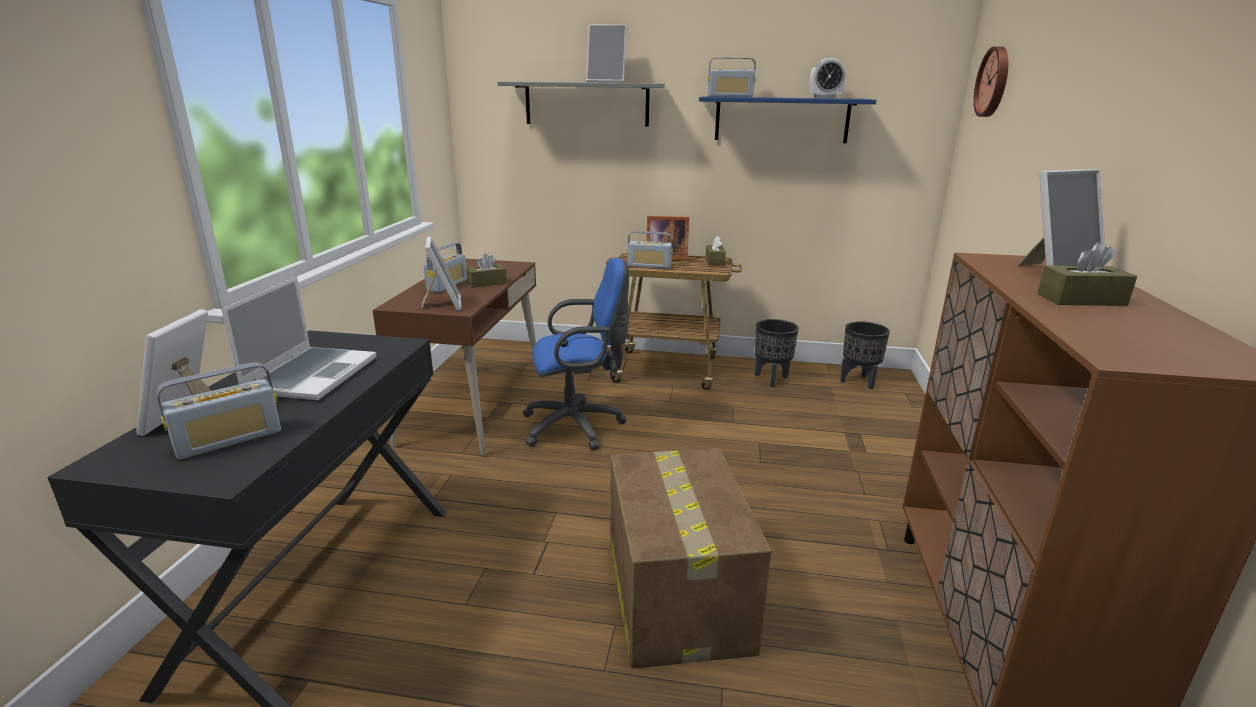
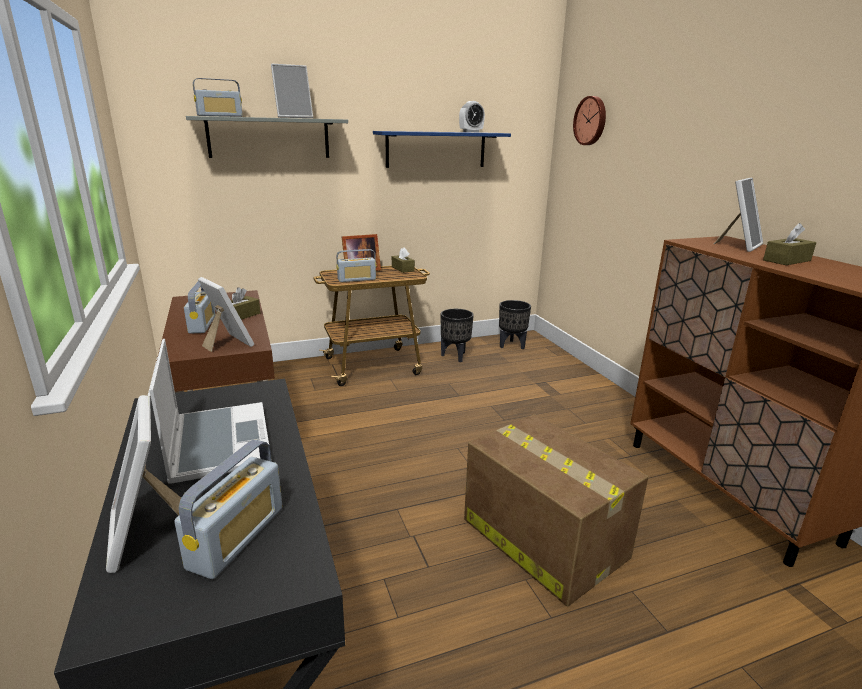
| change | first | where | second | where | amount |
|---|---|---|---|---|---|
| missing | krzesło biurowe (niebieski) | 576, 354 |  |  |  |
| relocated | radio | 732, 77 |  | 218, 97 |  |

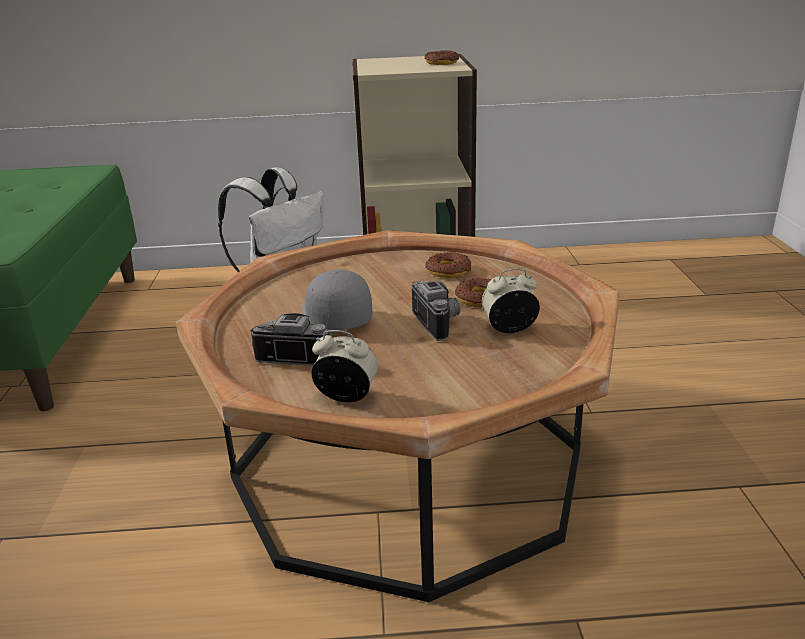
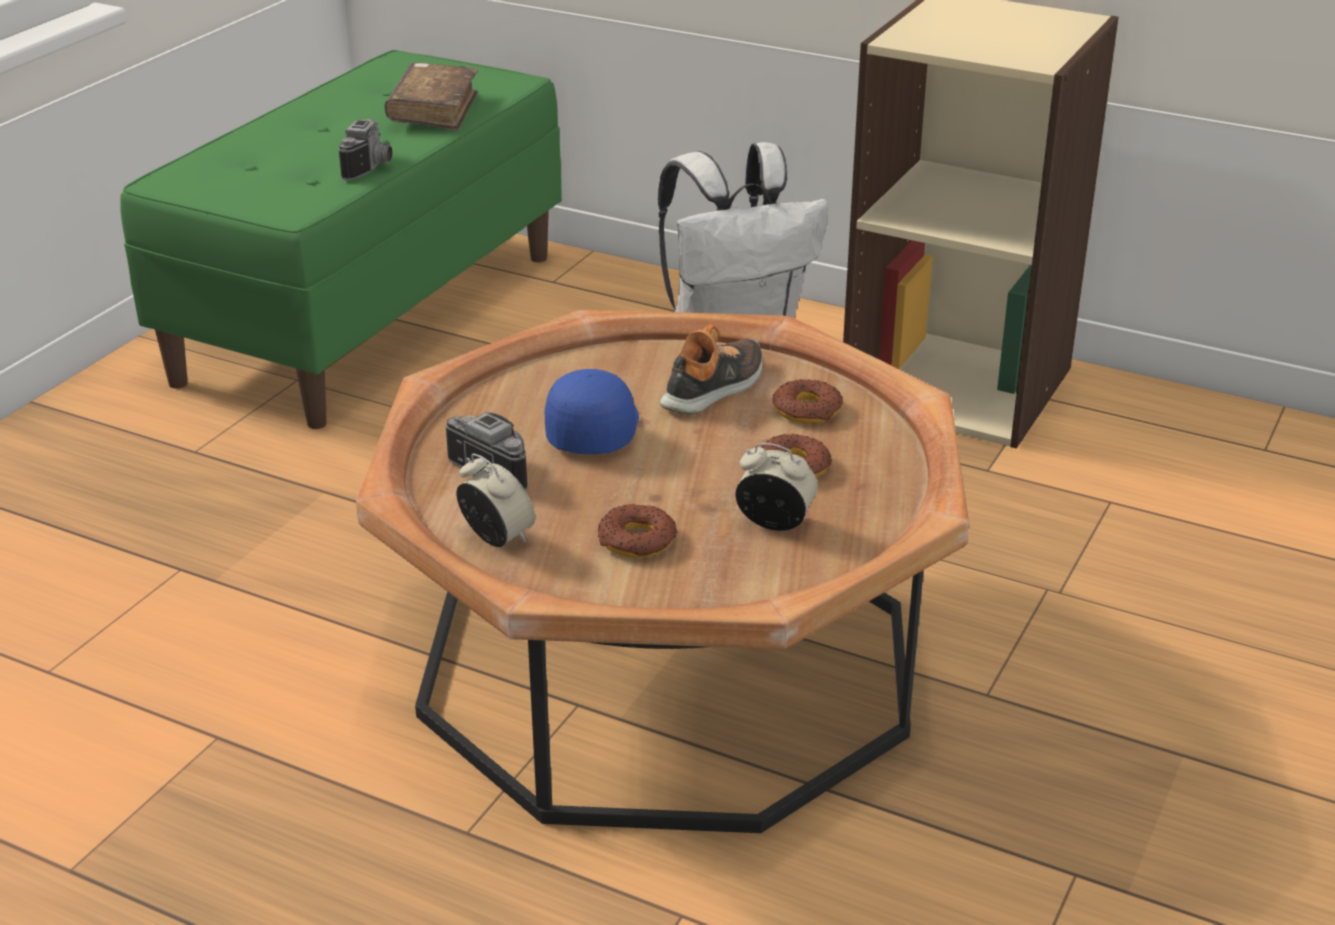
| change | first | where | second | where | amount |
|---|---|---|---|---|---|
| colour | czapka z daszkiem (szary) | 337, 300 | czapka z daszkiem (niebieski) | 592, 411 |  |
| relocated | aparat fotograficzny | 435, 310 |  | 365, 149 |  |
| relocated | donut | 441, 57 |  | 637, 531 |  |
| appeared |  |  | książka (brązowy) | 431, 96 |  |
| appeared |  |  | but | 711, 369 |  |

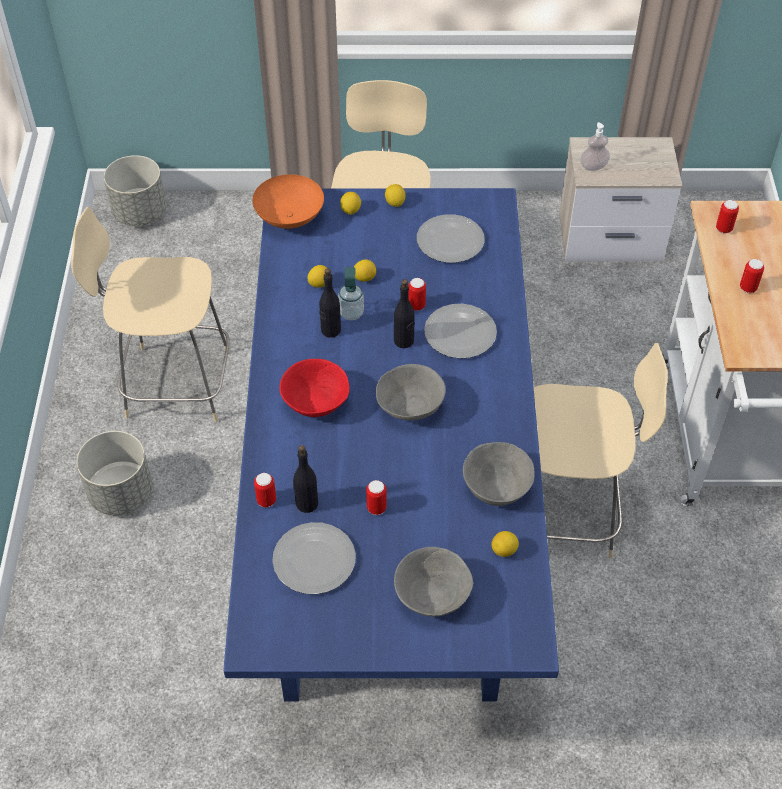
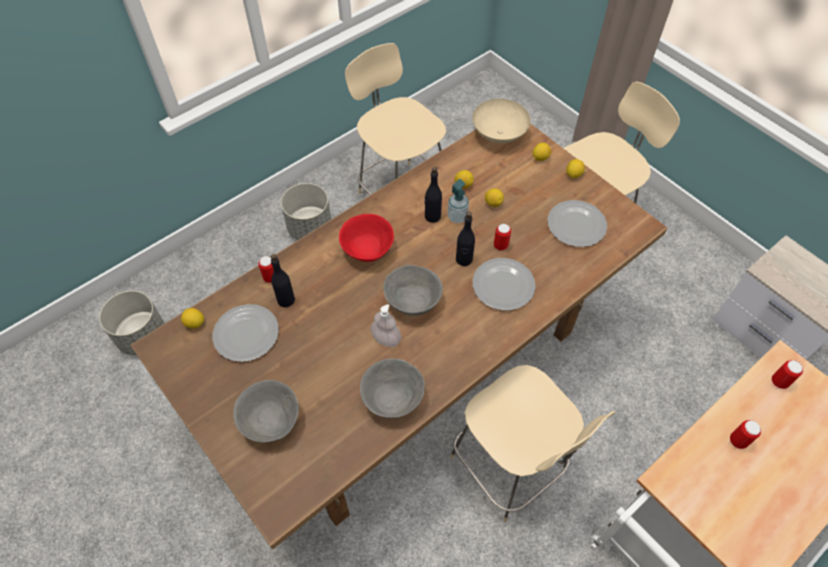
| change | first | where | second | where | amount |
|---|---|---|---|---|---|
| relocated | donica (szary) | 135, 190 |  | 131, 323 |  |
| colour | stół jadalny (niebieski) | 391, 445 | stół jadalny (brązowy) | 399, 336 |  |
| colour | miska (pomarańczowy) | 288, 201 | miska (beżowy) | 501, 121 |  |
| missing | puszka | 376, 497 |  |  |  |
| relocated | cytryna | 505, 544 |  | 192, 318 |  |
| relocated | dozownik mydła | 595, 146 |  | 386, 325 |  |

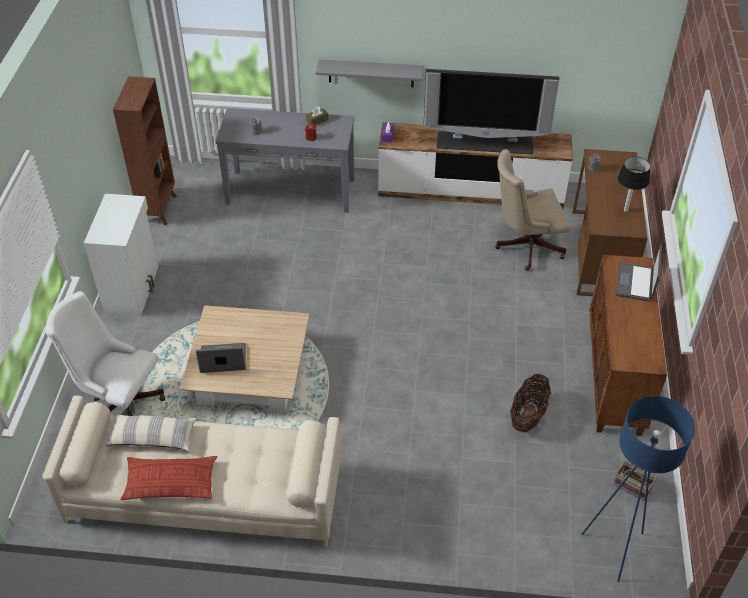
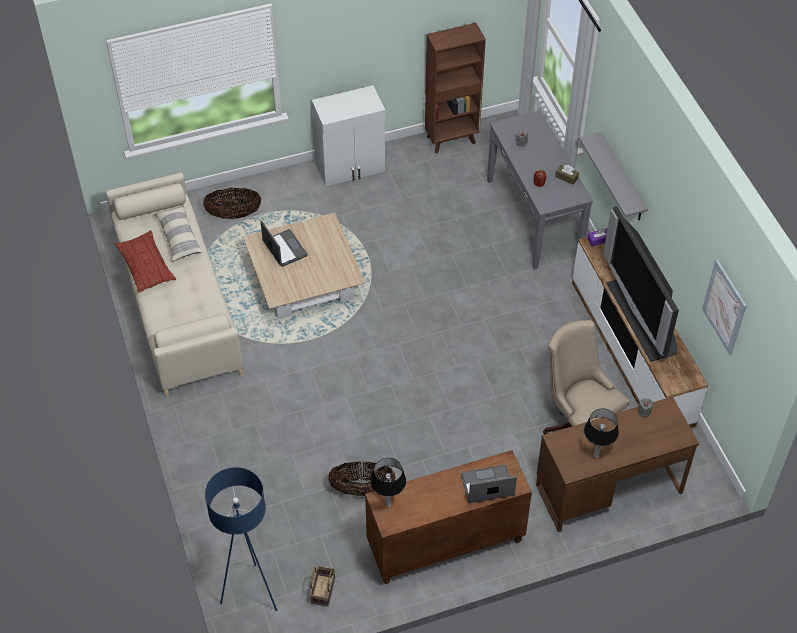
| change | first | where | second | where | amount |
|---|---|---|---|---|---|
| exchanged | krzesło biurowe (biały) | 105, 353 | koszyk | 232, 203 |  |
| appeared |  |  | lampa stołowa | 388, 482 |  |
| appeared |  |  | obraz | 724, 307 |  |

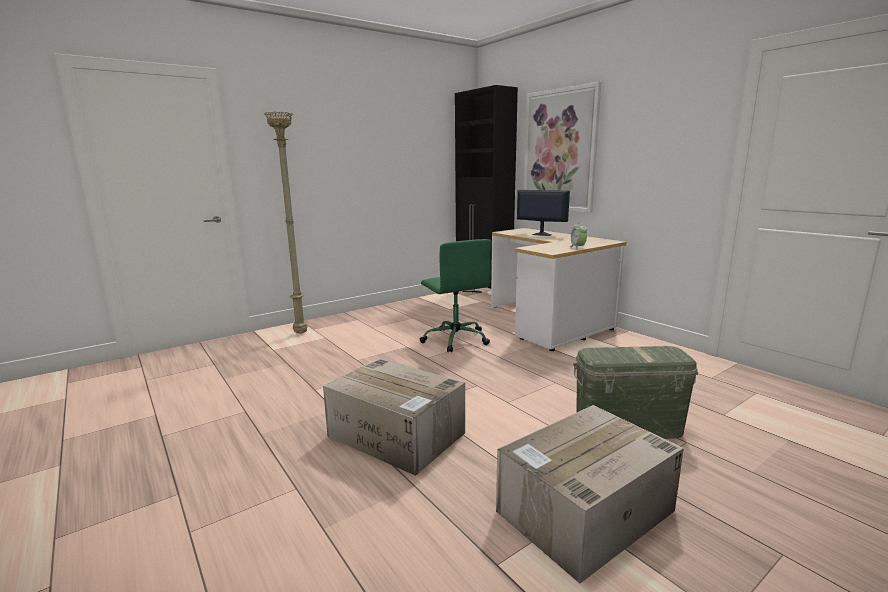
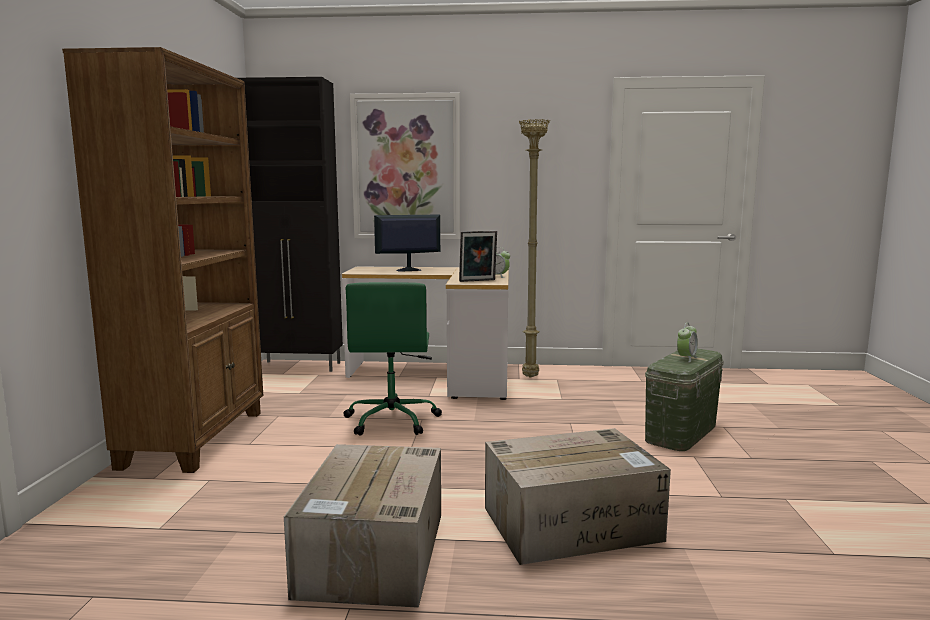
| change | first | where | second | where | amount |
|---|---|---|---|---|---|
| relocated | lampa stojąca (beżowy) | 286, 222 |  | 534, 248 |  |
| spun | krzesło biurowe (zielony) | 455, 295 |  | 393, 358 | 75 degrees clockwise |
| relocated | karton | 590, 494 |  | 362, 526 |  |
| appeared |  |  | regał (brązowy) | 162, 260 |  |
| appeared |  |  | ramka na zdjęcie | 478, 256 |  |
| appeared |  |  | budzik | 687, 342 |  |

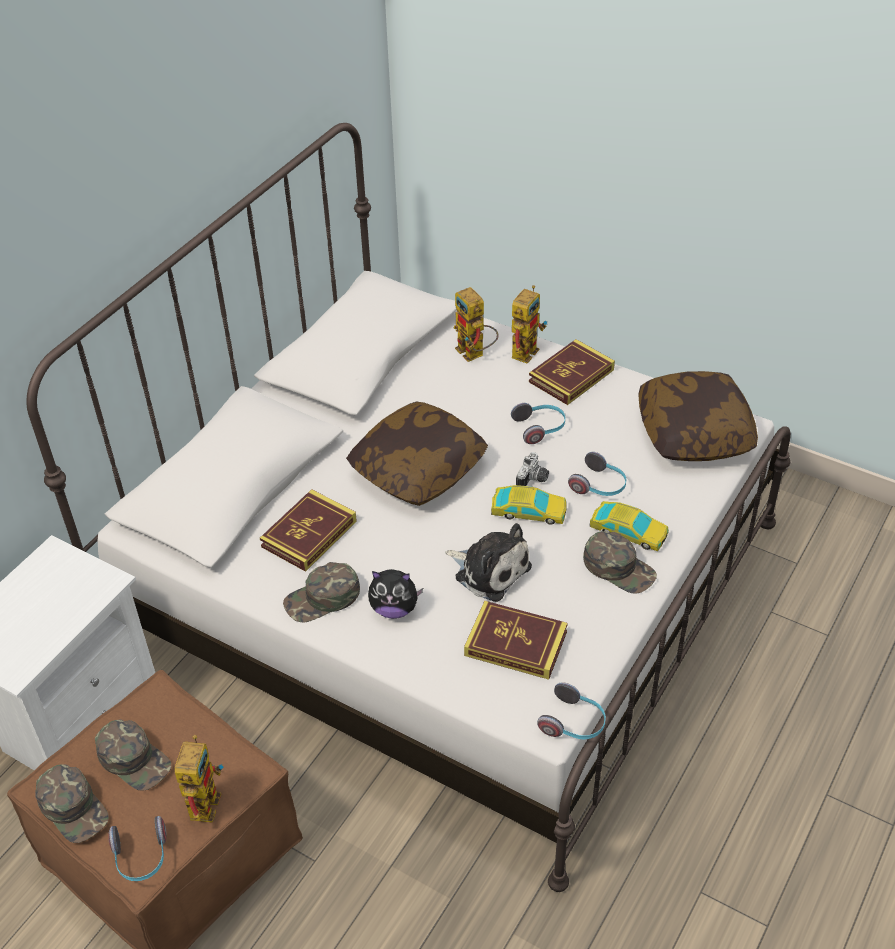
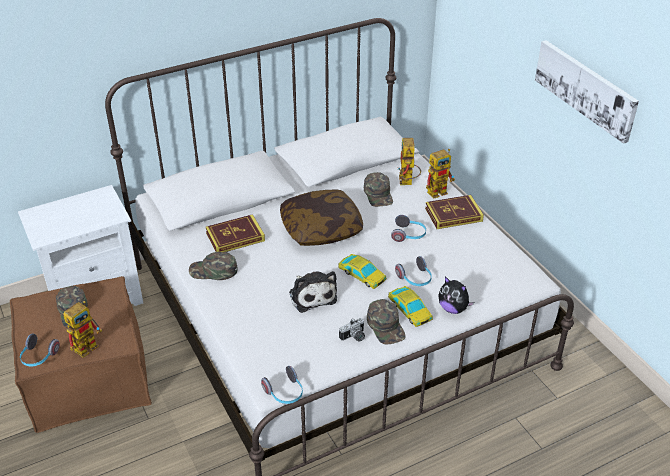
| change | first | where | second | where | amount |
|---|---|---|---|---|---|
| relocated | czapka z daszkiem (zielony) | 72, 804 |  | 378, 189 |  |
| relocated | pluszak | 395, 594 |  | 456, 295 |  |
| missing | książka | 516, 640 |  |  |  |
| relocated | aparat fotograficzny | 532, 469 |  | 352, 330 |  |
| missing | poduszka | 698, 416 |  |  |  |
| appeared |  |  | obraz | 587, 92 |  |

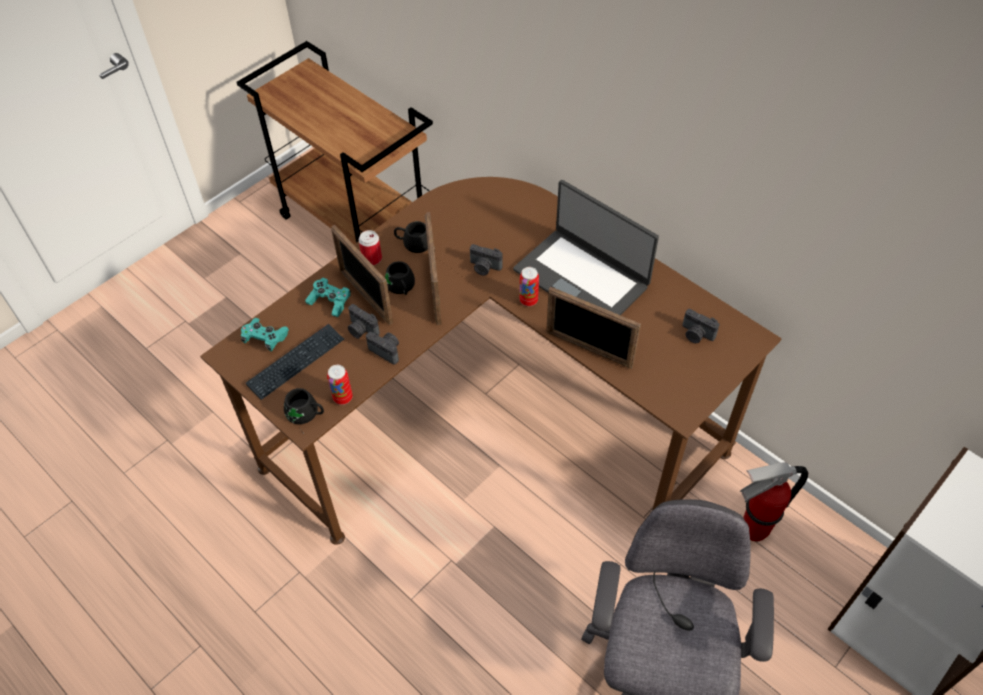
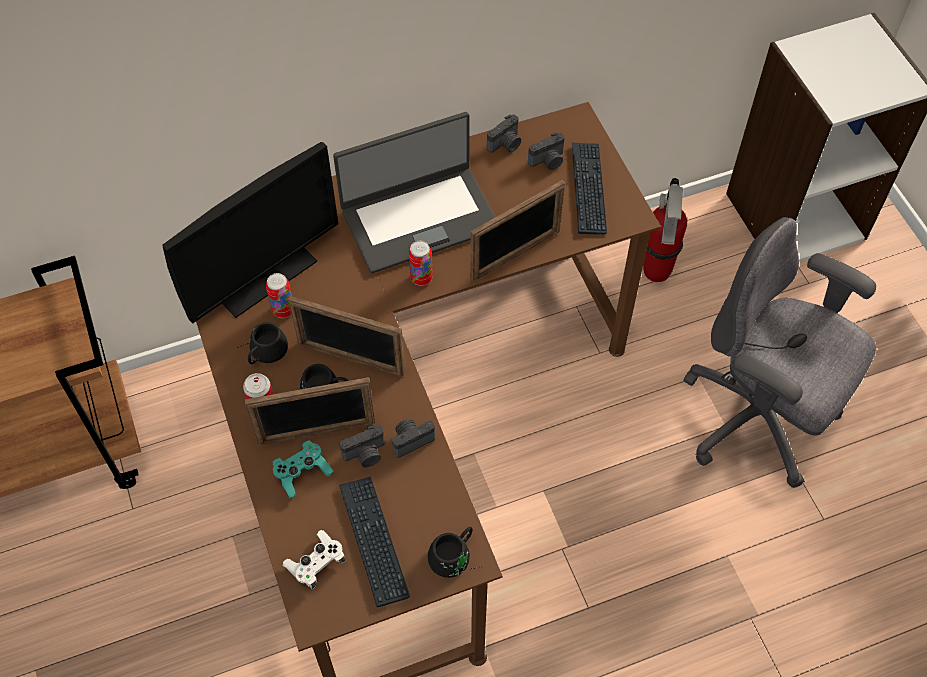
| change | first | where | second | where | amount |
|---|---|---|---|---|---|
| colour | pad do gier (turkusowy) | 265, 334 | pad do gier (biały) | 314, 559 |  |
| relocated | puszka | 340, 385 |  | 279, 295 |  |
| relocated | aparat fotograficzny | 486, 260 |  | 504, 133 |  |
| appeared |  |  | monitor | 251, 233 |  |
| appeared |  |  | klawiatura | 589, 188 |  |

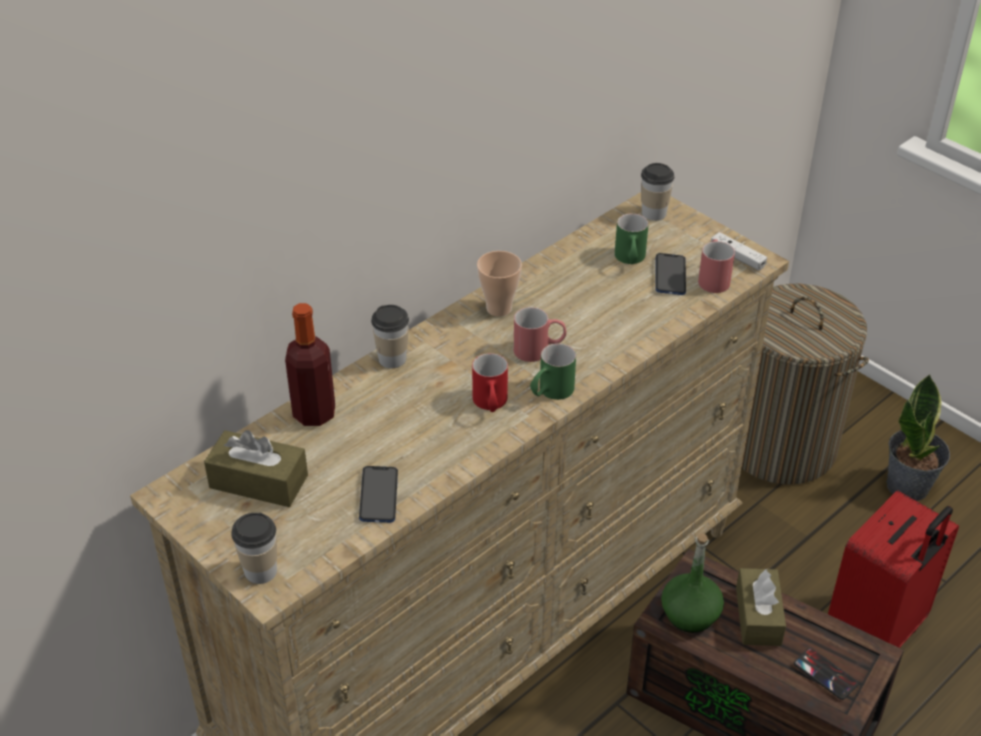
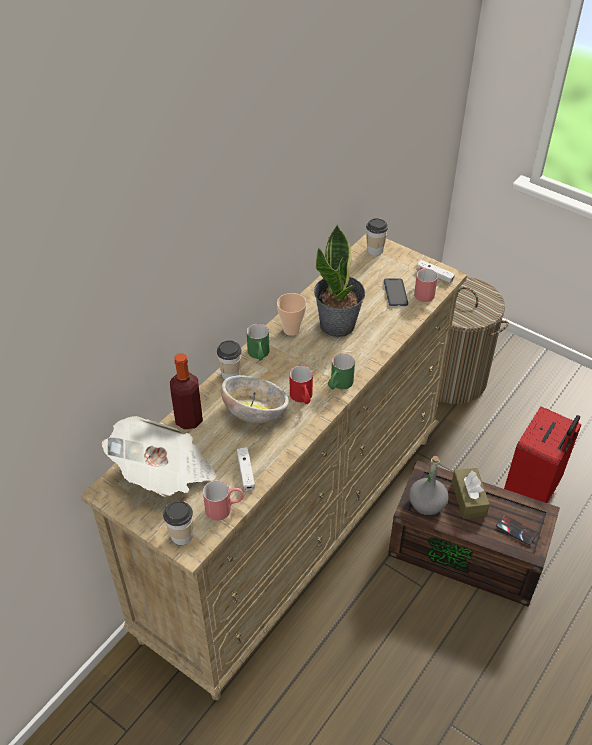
| change | first | where | second | where | amount |
|---|---|---|---|---|---|
| exchanged | pudełko chusteczek (brązowy) | 256, 468 | gazeta | 159, 456 |  |
| exchanged | telefon | 378, 494 | pad do gier (biały) | 246, 469 |  |
| relocated | kubek (czerwony) | 540, 334 |  | 223, 500 |  |
| relocated | kubek (zielony) | 632, 238 |  | 258, 342 |  |
| colour | butelka (zielony) | 692, 583 | butelka (szary) | 429, 486 |  |
| relocated | roślina doniczkowa | 918, 437 |  | 339, 280 |  |
| appeared |  |  | miska | 255, 399 |  |

